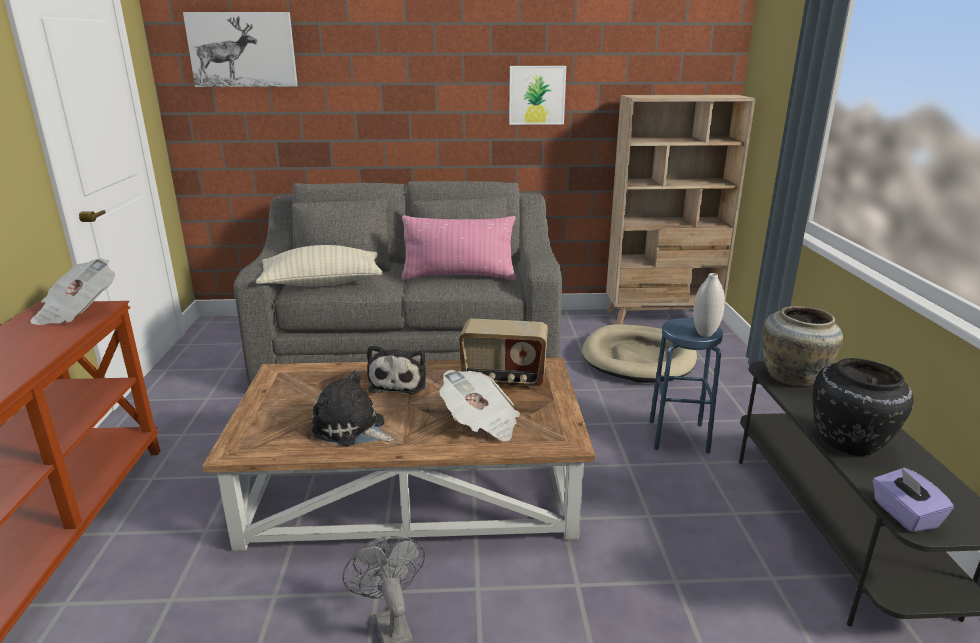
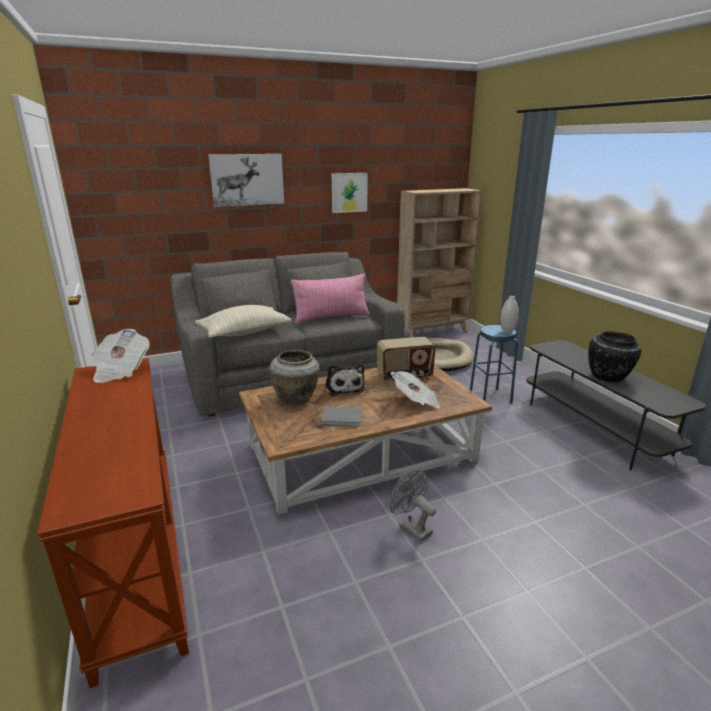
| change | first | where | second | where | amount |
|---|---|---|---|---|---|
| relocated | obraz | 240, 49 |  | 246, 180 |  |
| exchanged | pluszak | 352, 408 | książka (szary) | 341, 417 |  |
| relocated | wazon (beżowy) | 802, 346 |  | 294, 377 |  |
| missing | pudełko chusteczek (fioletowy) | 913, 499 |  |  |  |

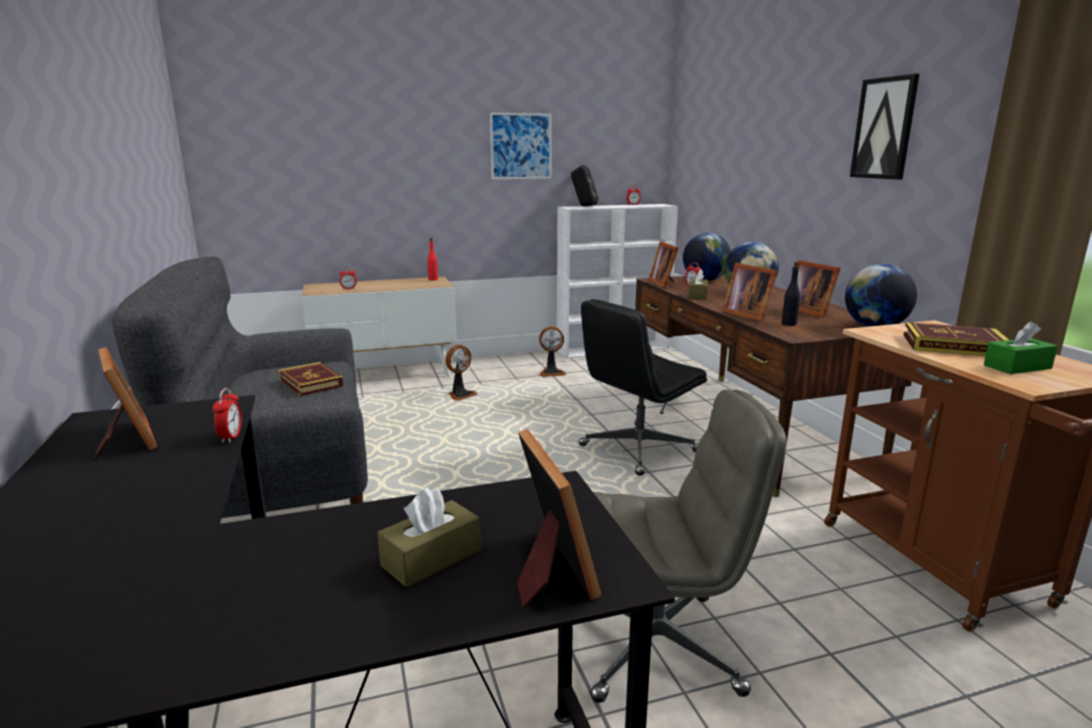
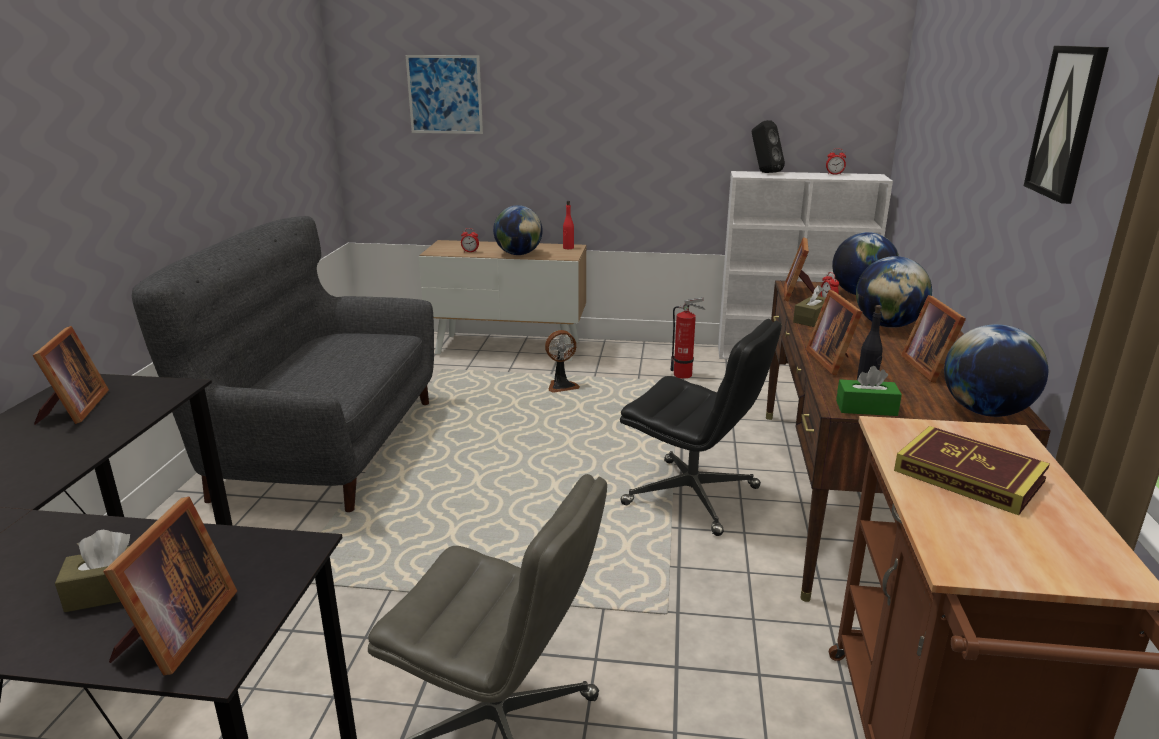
| change | first | where | second | where | amount |
|---|---|---|---|---|---|
| missing | budzik | 227, 415 |  |  |  |
| missing | książka | 311, 379 |  |  |  |
| relocated | obraz | 521, 146 |  | 444, 94 |  |
| exchanged | wentylator | 552, 351 | gaśnica | 687, 338 |  |
| spun | krzesło biurowe (czarny) | 643, 387 |  | 700, 427 | 135 degrees counterclockwise |
| relocated | pudełko chusteczek (zielony) | 1021, 347 |  | 869, 391 |  |
| appeared |  |  | globus | 518, 230 |  |

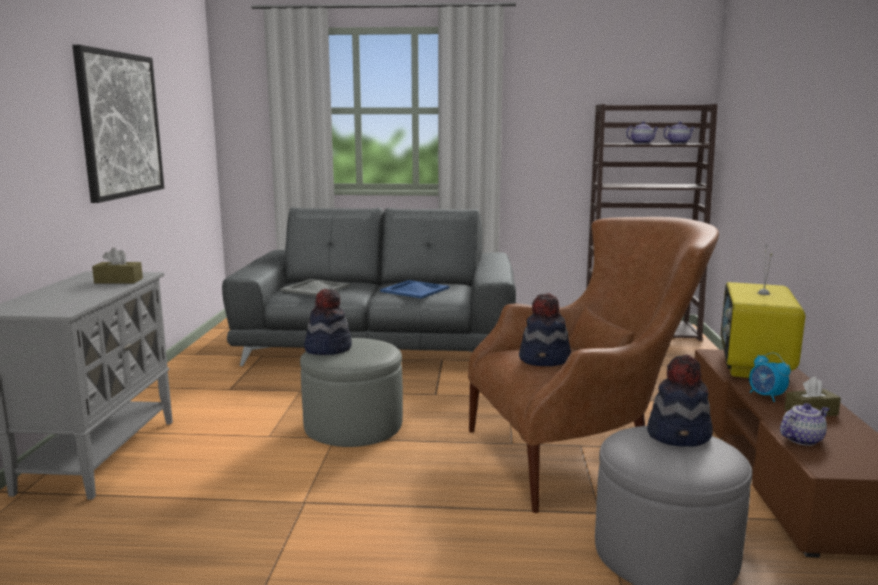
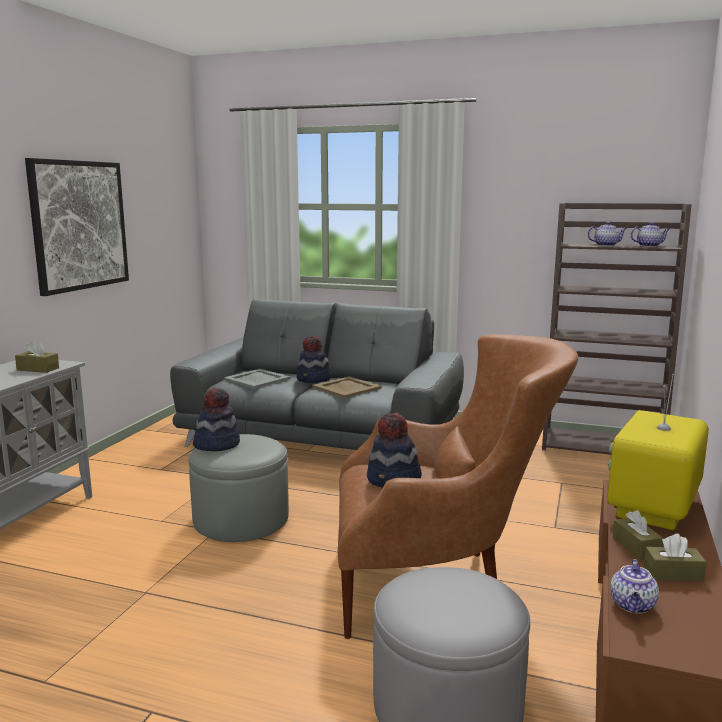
| change | first | where | second | where | amount |
|---|---|---|---|---|---|
| colour | taca (niebieski) | 414, 289 | taca (beżowy) | 347, 387 |  |
| relocated | kapelusz | 680, 400 |  | 314, 359 |  |
| exchanged | budzik | 770, 377 | pudełko chusteczek (brązowy) | 638, 535 |  |
| spun | imbryk | 804, 424 |  | 634, 586 | 120 degrees clockwise |

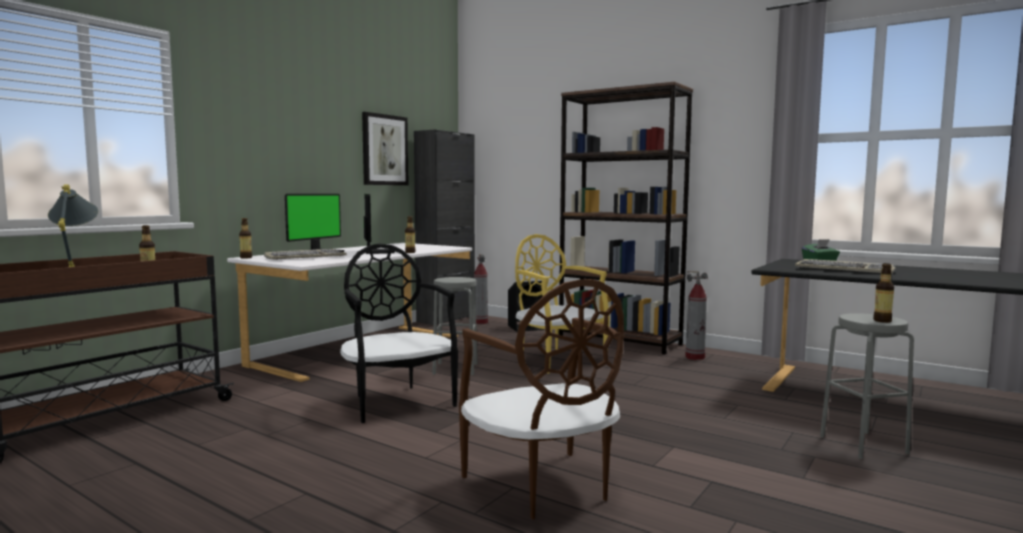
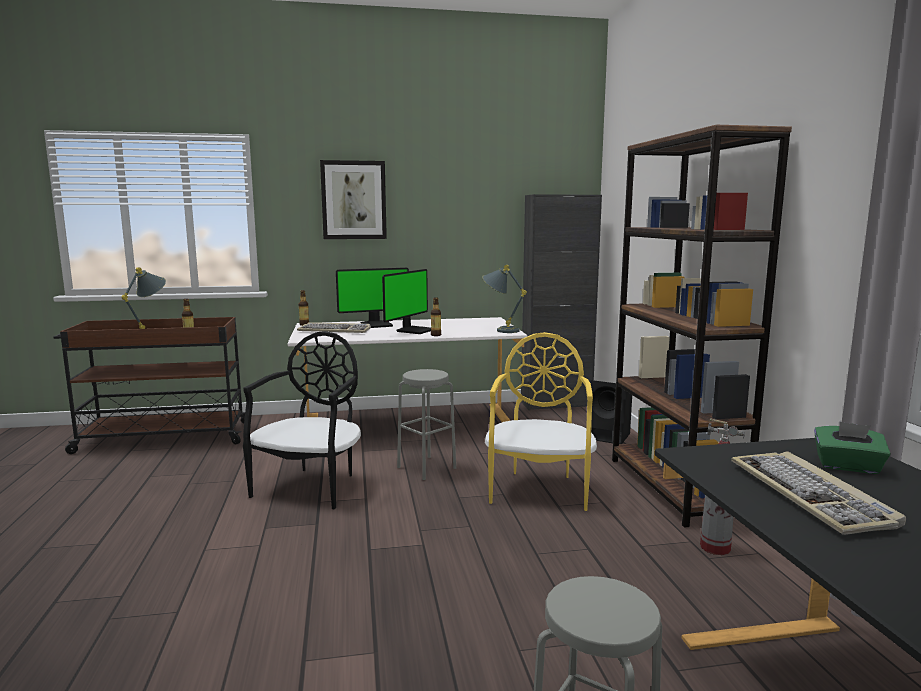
| change | first | where | second | where | amount |
|---|---|---|---|---|---|
| relocated | obraz | 385, 148 |  | 353, 199 |  |
| missing | krzesło (brązowy) | 541, 399 |  |  |  |
| missing | gaśnica | 481, 289 |  |  |  |
| missing | butelka | 883, 293 |  |  |  |
| appeared |  |  | lampa stołowa (szary) | 504, 299 |  |

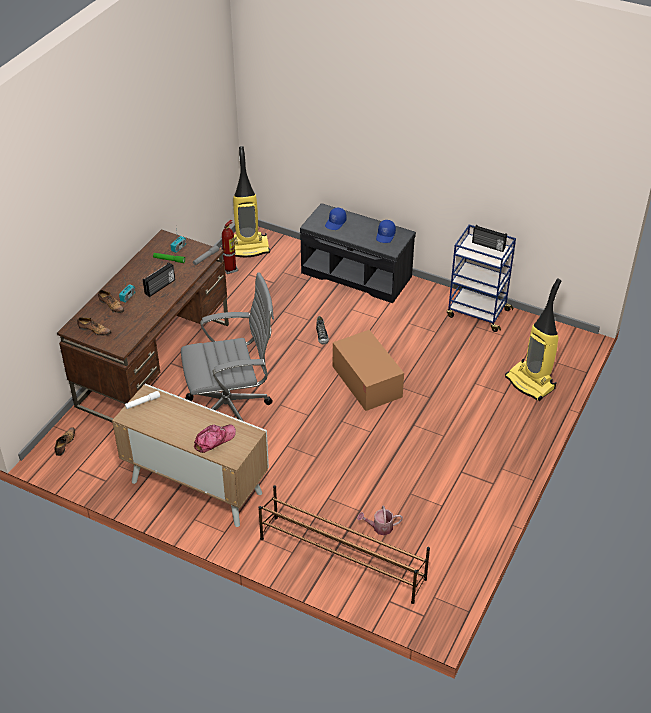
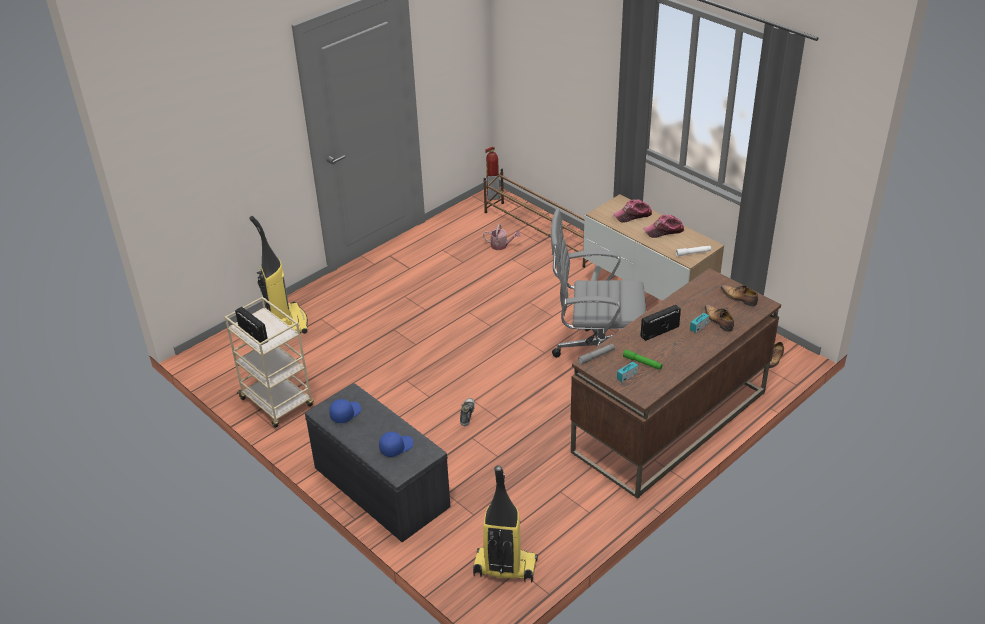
| change | first | where | second | where | amount |
|---|---|---|---|---|---|
| relocated | gaśnica | 229, 247 |  | 492, 173 |  |
| missing | karton | 368, 370 |  |  |  |
| colour | wózek (niebieski) | 481, 278 | wózek (beżowy) | 269, 362 |  |
| appeared |  |  | czapka z daszkiem | 663, 226 |  |

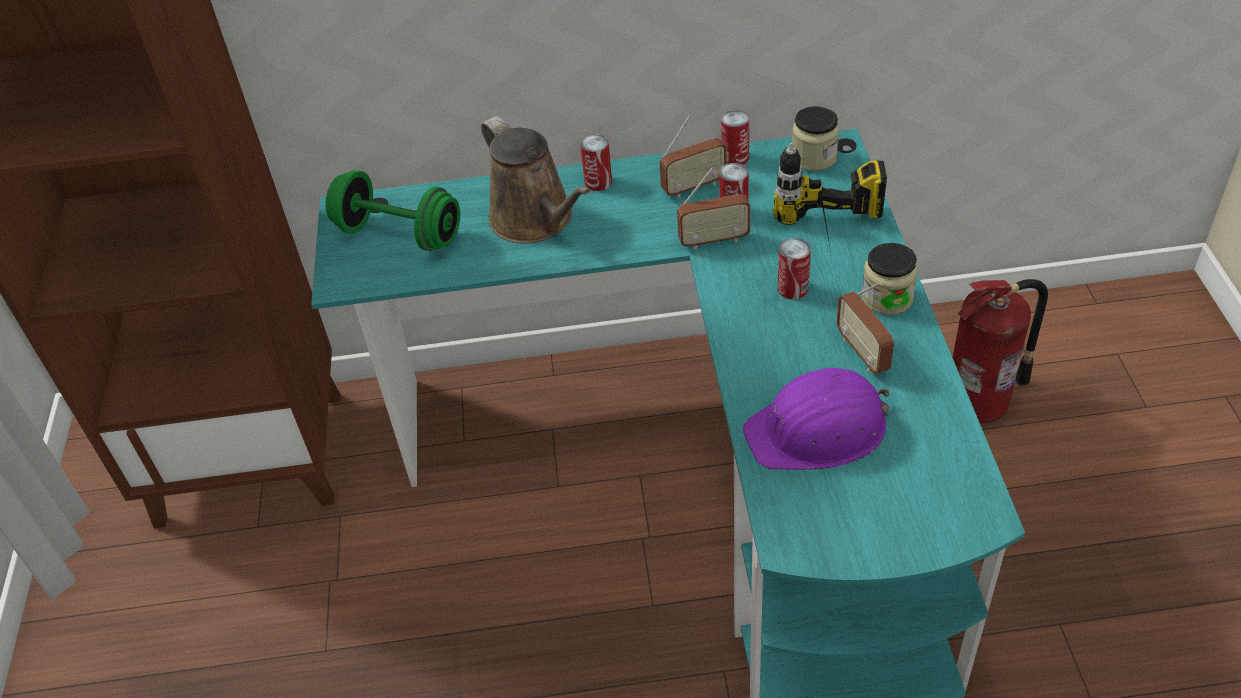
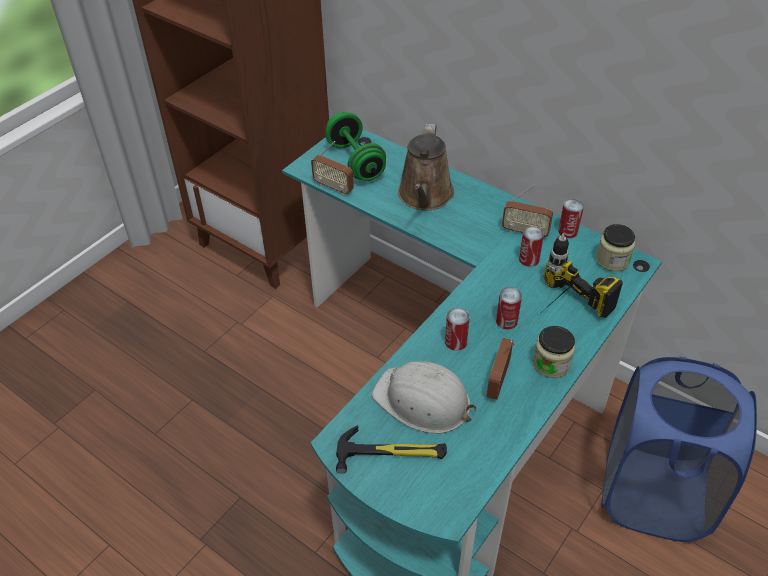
| change | first | where | second | where | amount |
|---|---|---|---|---|---|
| relocated | puszka | 596, 162 |  | 457, 329 |  |
| relocated | radio | 713, 208 |  | 332, 168 |  |
| colour | kask (fioletowy) | 816, 419 | kask (biały) | 424, 397 |  |
| exchanged | gaśnica | 1000, 351 | kosz na pranie (niebieski) | 679, 449 |  |
| appeared |  |  | młotek | 391, 449 |  |

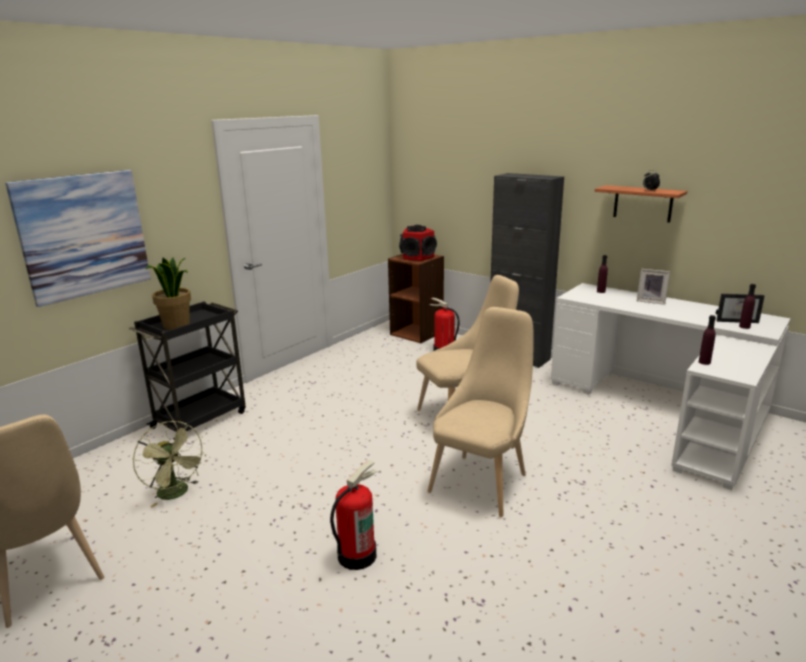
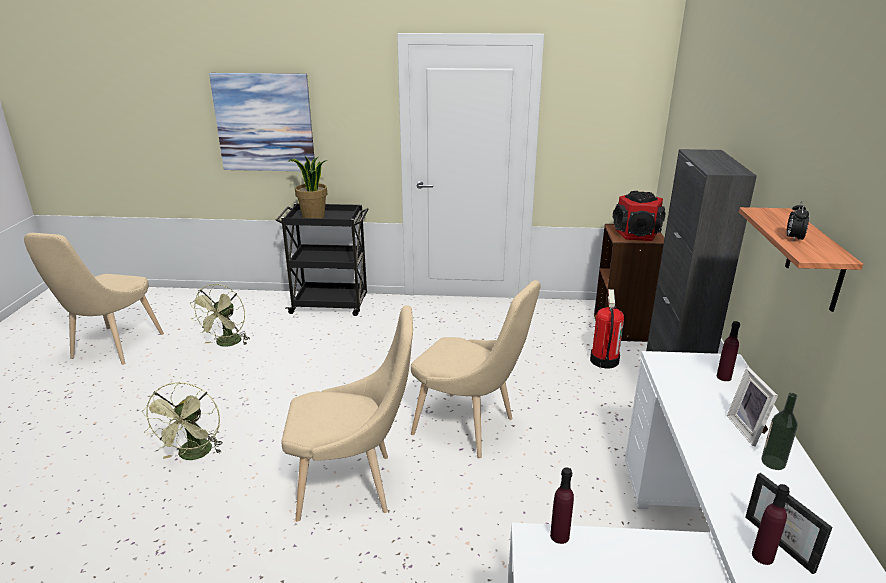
| change | first | where | second | where | amount |
|---|---|---|---|---|---|
| exchanged | gaśnica | 353, 515 | wentylator (zielony) | 182, 421 |  |
| appeared |  |  | butelka | 779, 431 |  |

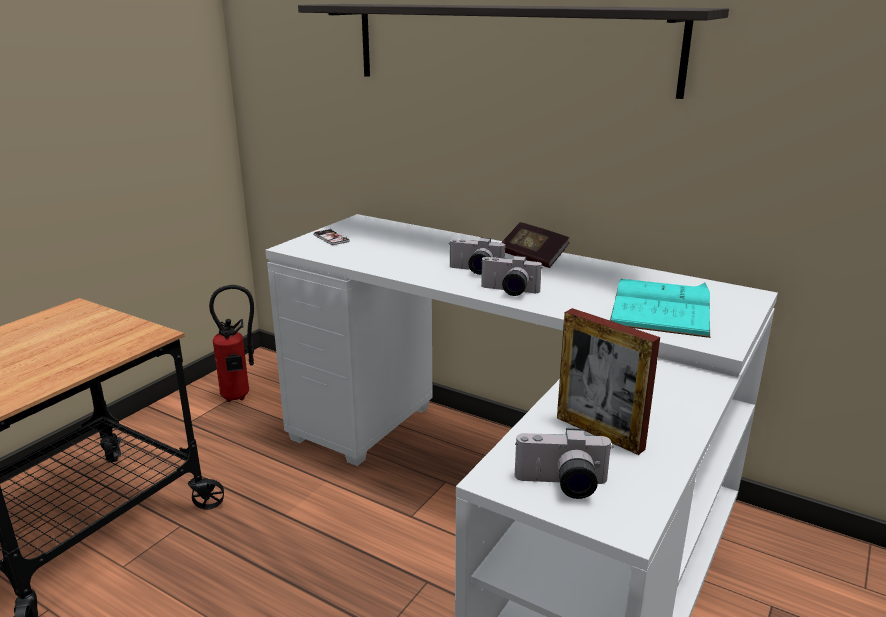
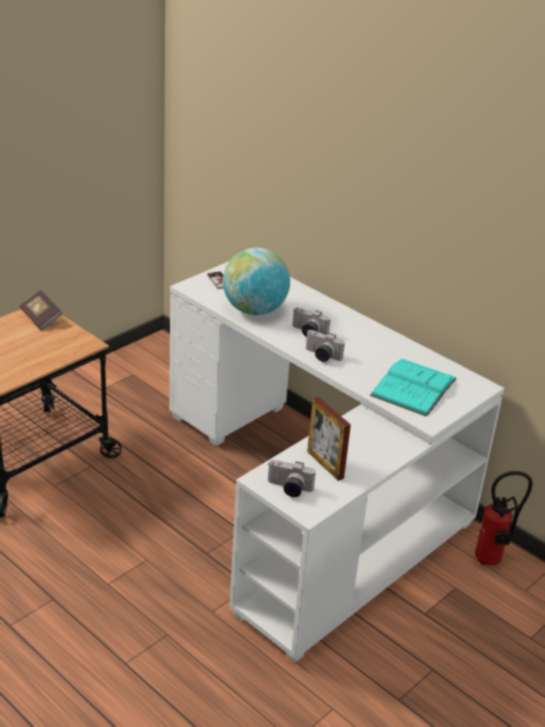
| change | first | where | second | where | amount |
|---|---|---|---|---|---|
| relocated | gaśnica | 231, 343 |  | 504, 518 |  |
| missing | półka | 513, 51 |  |  |  |
| relocated | książka | 535, 245 |  | 41, 310 |  |
| appeared |  |  | globus | 256, 281 |  |

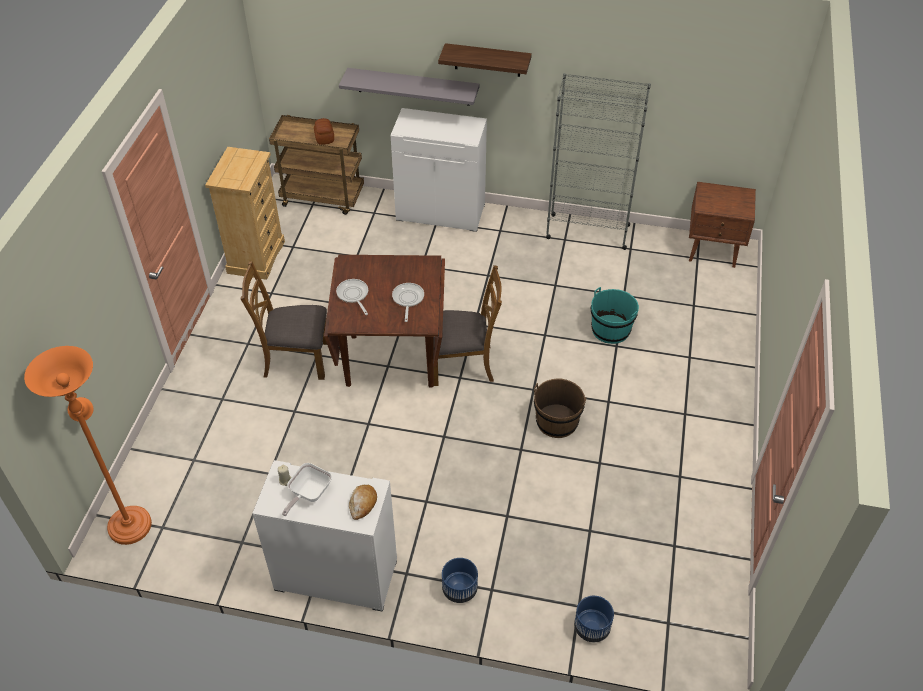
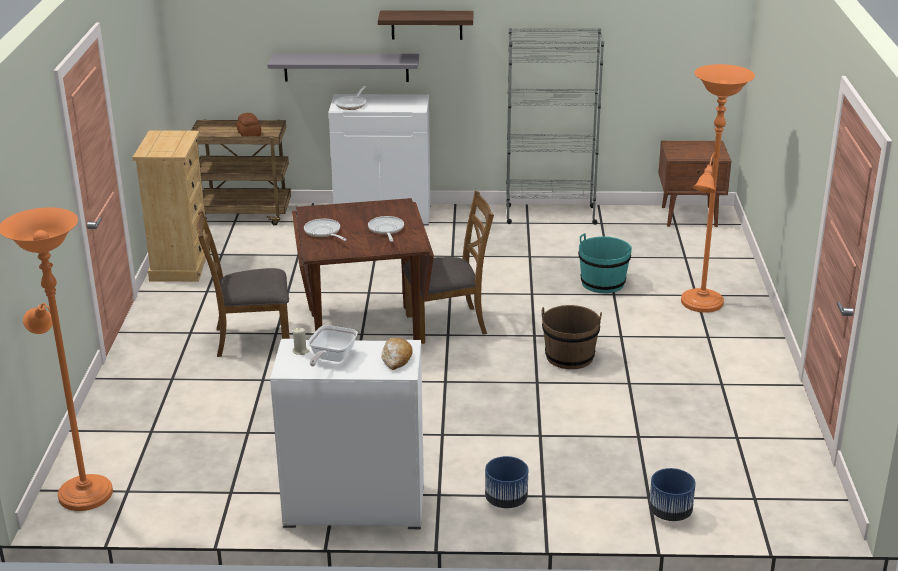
| change | first | where | second | where | amount |
|---|---|---|---|---|---|
| appeared |  |  | patelnia | 350, 98 |  |
| appeared |  |  | lampa stojąca (pomarańczowy) | 718, 188 |  |

